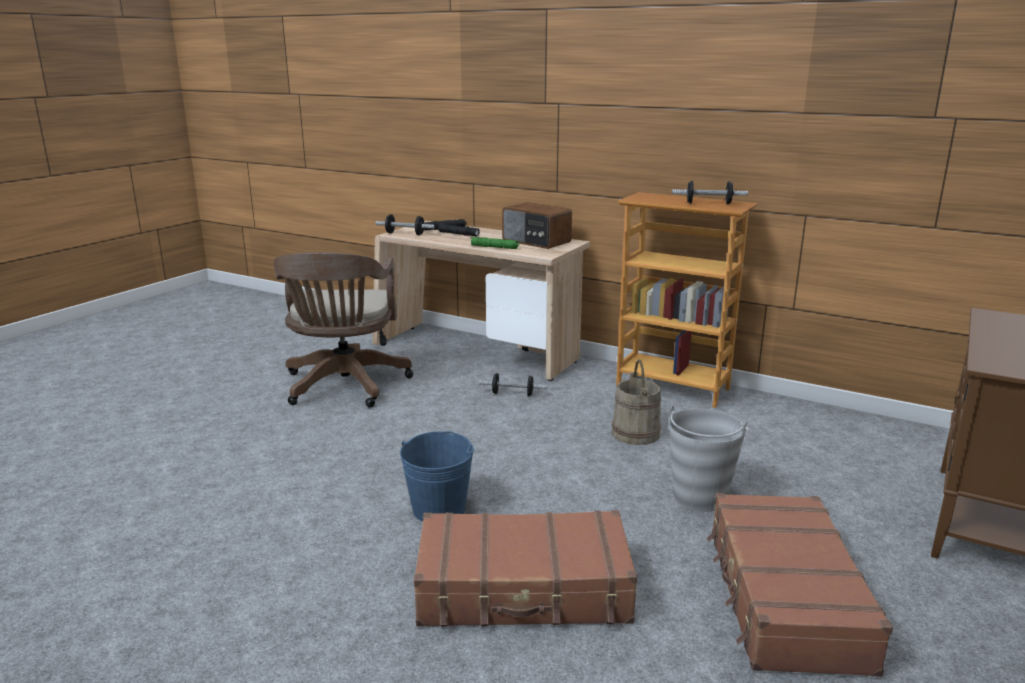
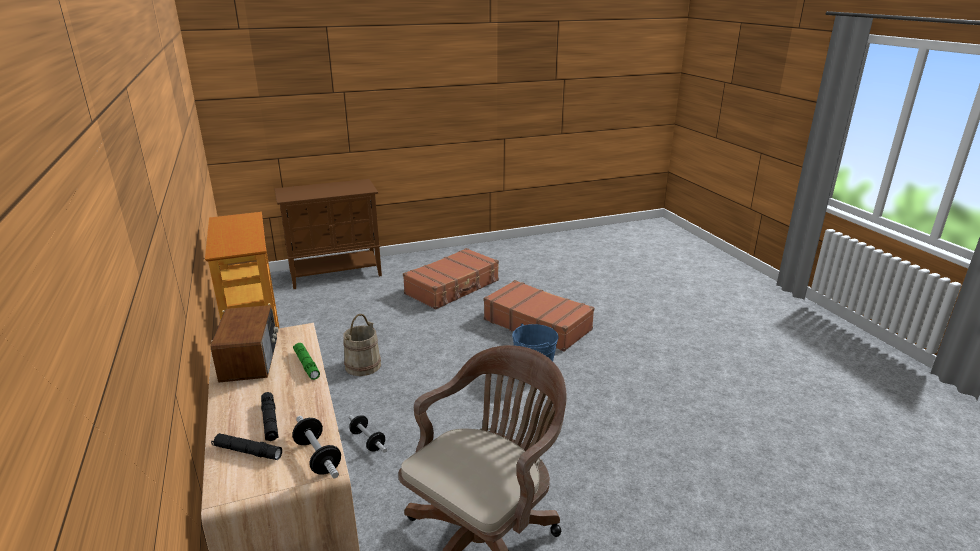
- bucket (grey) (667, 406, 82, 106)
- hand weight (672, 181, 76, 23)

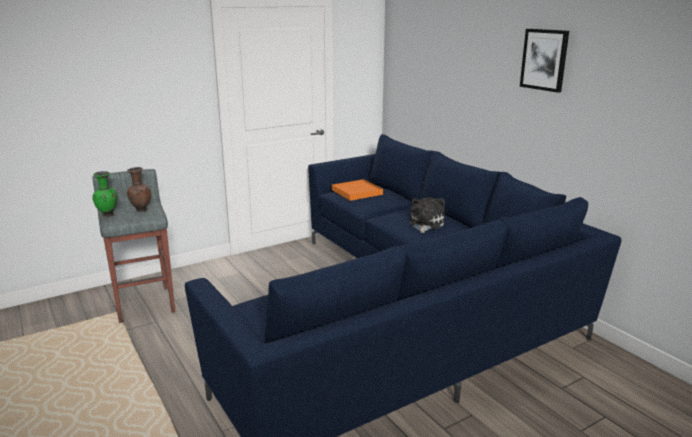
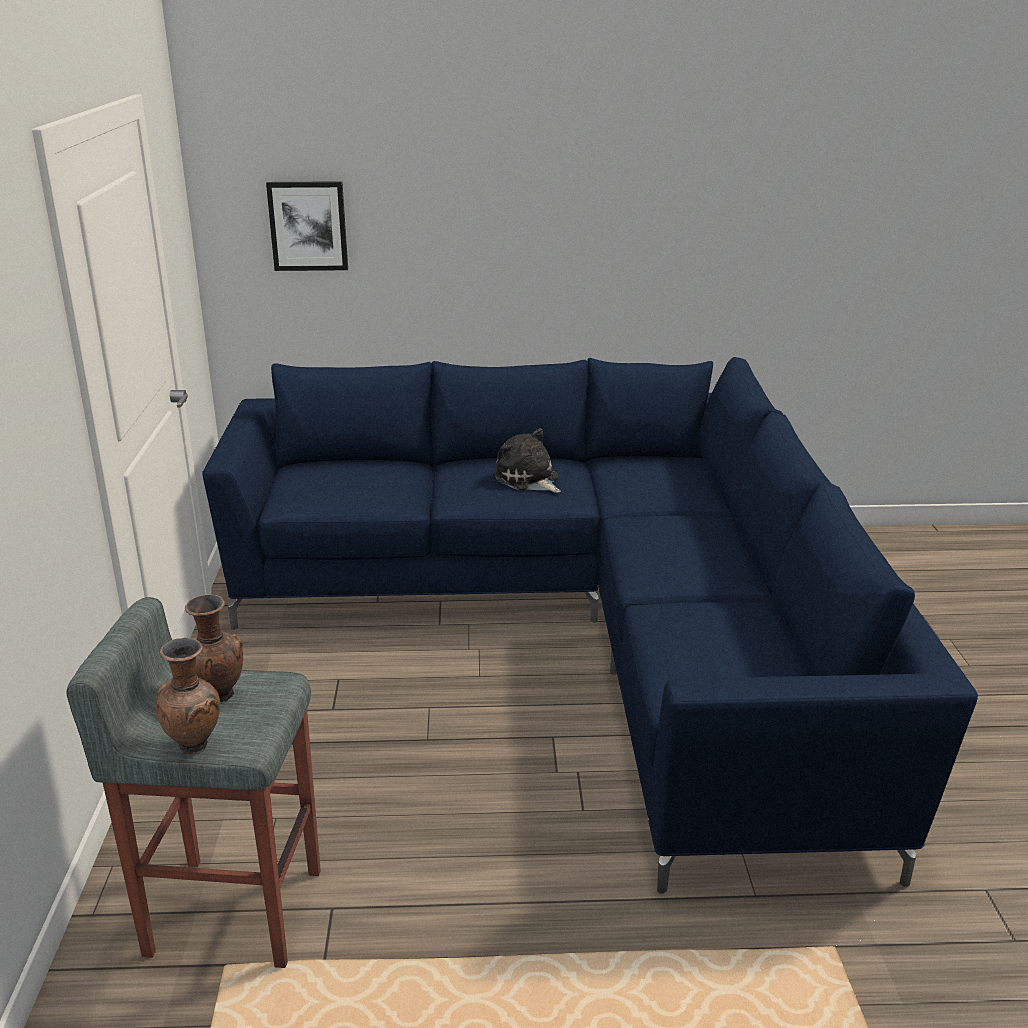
~ decorative vase (green-coloured) (92, 171, 26, 46) to decorative vase (brownish) (156, 637, 64, 117)
- serving tray (orange-coloured) (332, 179, 51, 22)
~ wall picture (520, 29, 49, 64) to (266, 181, 82, 90)

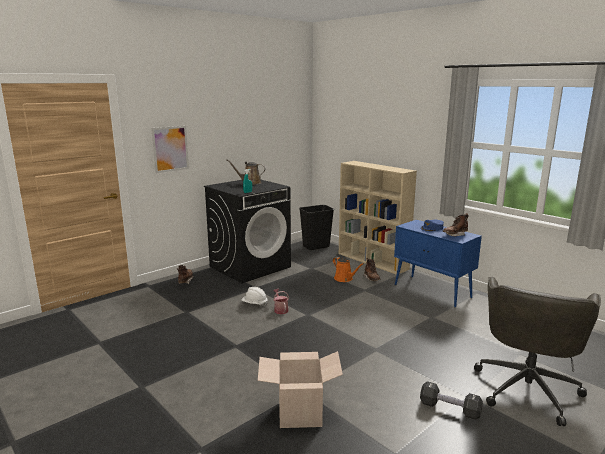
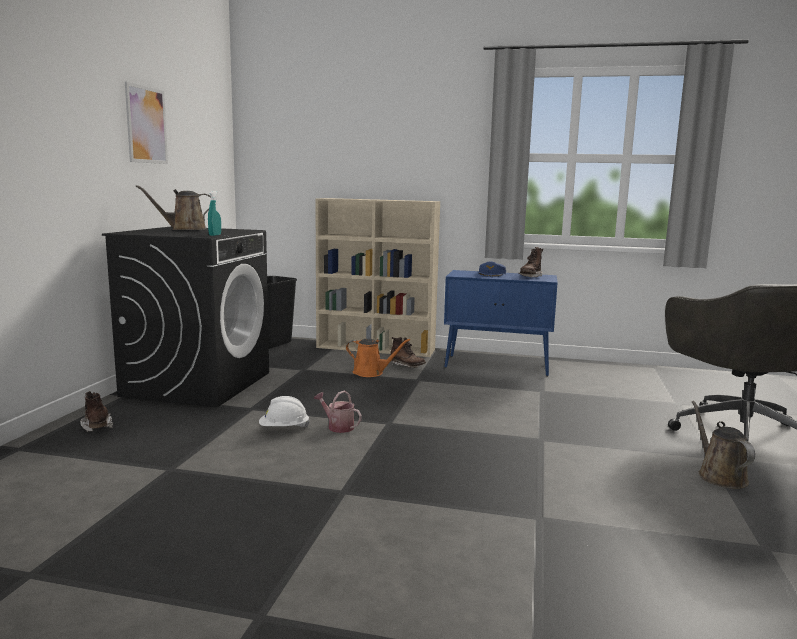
~ wall picture (151, 126, 38, 47) to (125, 82, 43, 82)
- cardboard box (258, 351, 85, 77)
~ hand weight (black-coloured) (420, 381, 63, 39) to watering pot (brownish) (692, 401, 63, 88)

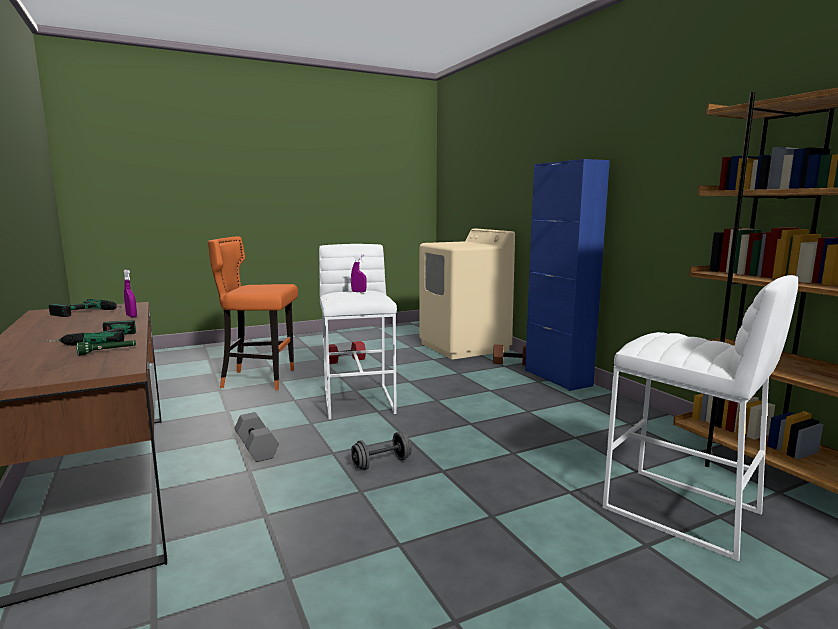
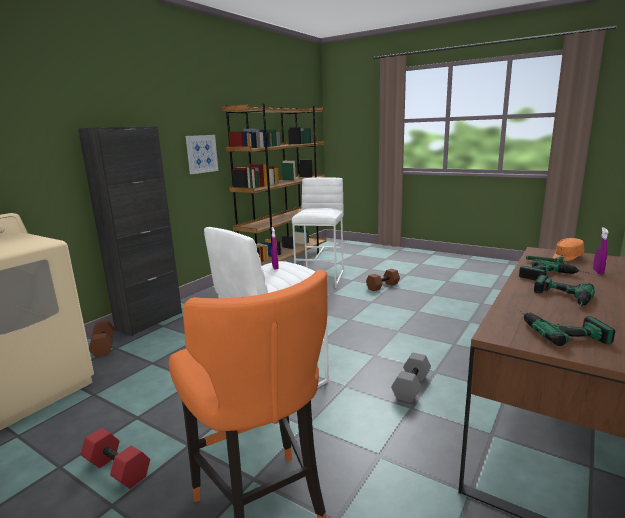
~ hand sprayer (purple-coloured) (124, 270, 13, 48) to (593, 227, 16, 47)
- hand weight (grey) (351, 432, 61, 38)
~ cabinet (blue) (525, 159, 85, 232) to cabinet (black-coloured) (78, 126, 104, 210)
+ wall picture (186, 135, 32, 39)
+ hand weight (brownish) (366, 269, 34, 22)
+ electric drill (534, 275, 61, 32)
+ cap (orange-coloured) (553, 238, 31, 23)

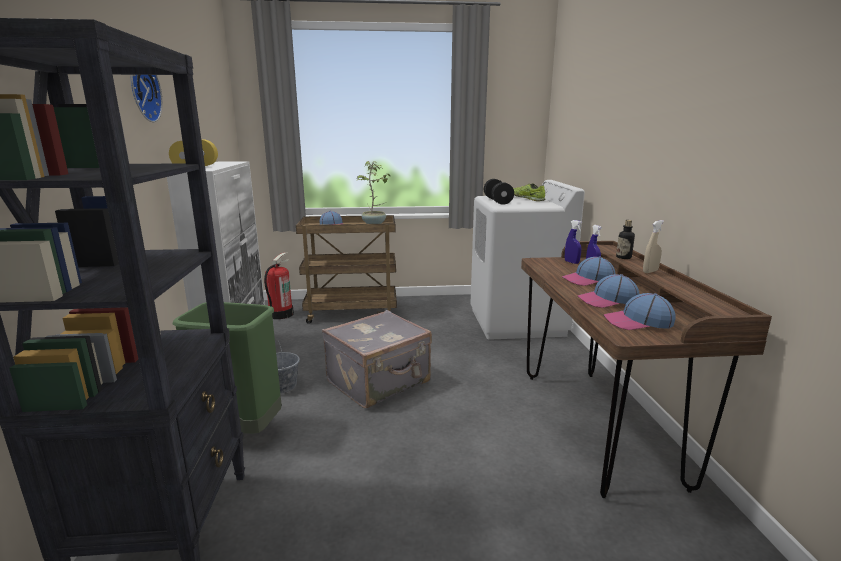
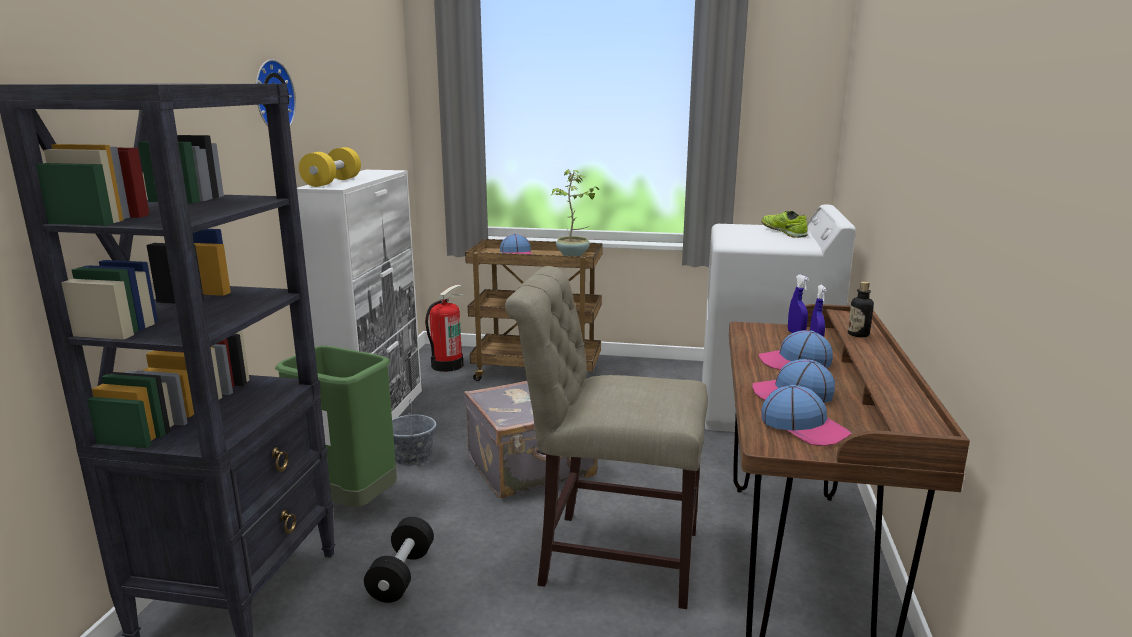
~ hand weight (black-coloured) (484, 179, 30, 26) to (364, 517, 70, 86)
~ cap (604, 293, 72, 37) = (761, 385, 91, 61) 150 degrees counterclockwise
- hand sprayer (beige-coloured) (643, 220, 21, 53)
+ plain chair (beige-coloured) (505, 266, 203, 343)

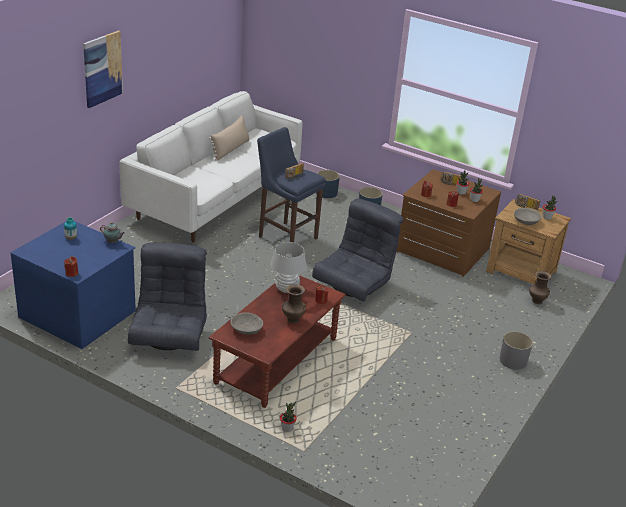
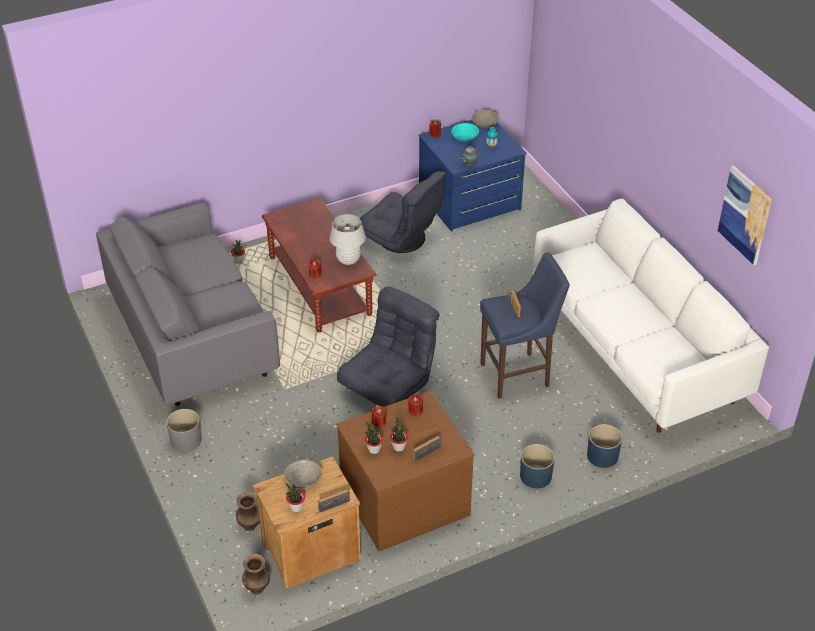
~ wall picture (83, 30, 40, 78) to (718, 165, 54, 100)
- pillow (beige-coloured) (209, 115, 40, 46)
~ deep dish (grey) (231, 312, 32, 23) to (471, 110, 28, 18)
~ decorative vase (brownish) (282, 284, 24, 39) to (242, 554, 28, 40)
~ easy chair (grey) (312, 199, 92, 103) = (337, 286, 103, 121) 120 degrees counterclockwise
+ sofa (grey) (96, 203, 184, 203)
+ deep dish (turquoise-coloured) (451, 123, 28, 19)

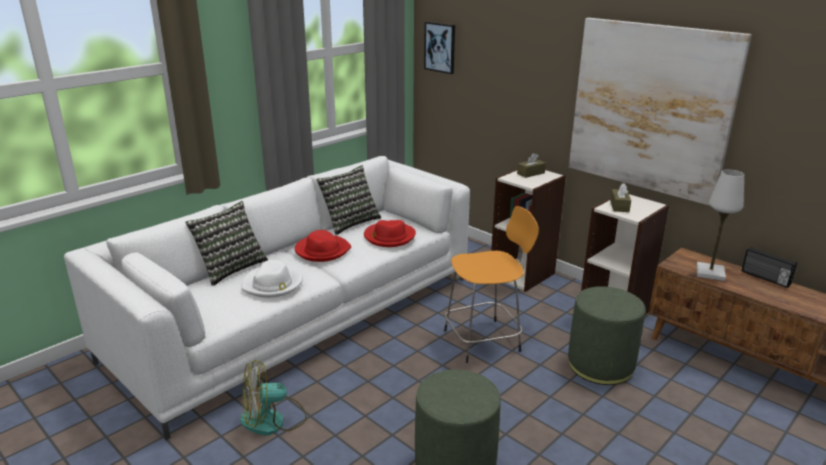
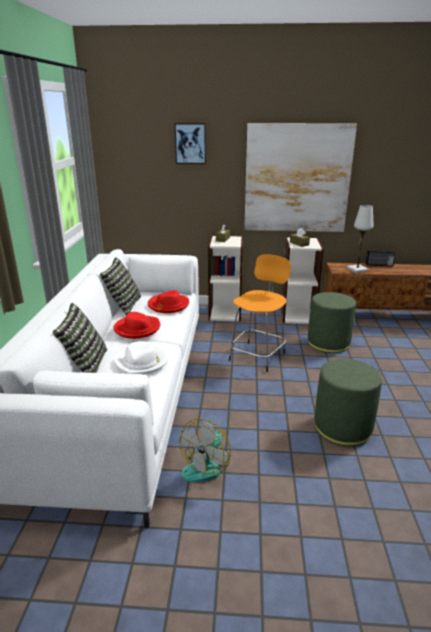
~ wall picture (424, 22, 31, 52) to (175, 123, 31, 41)

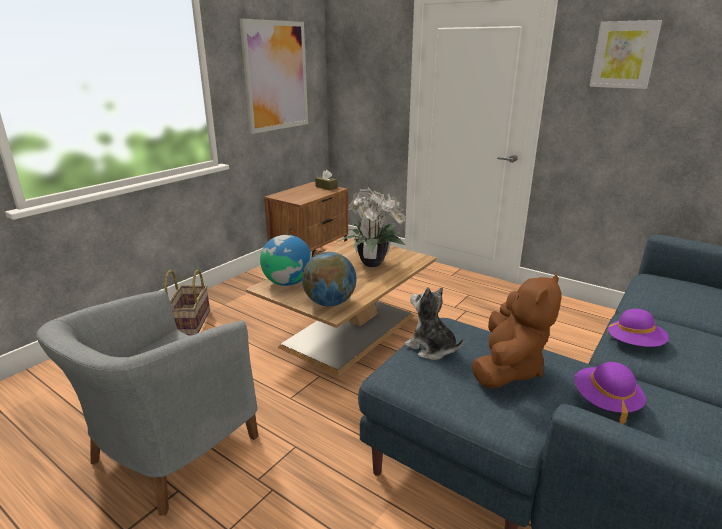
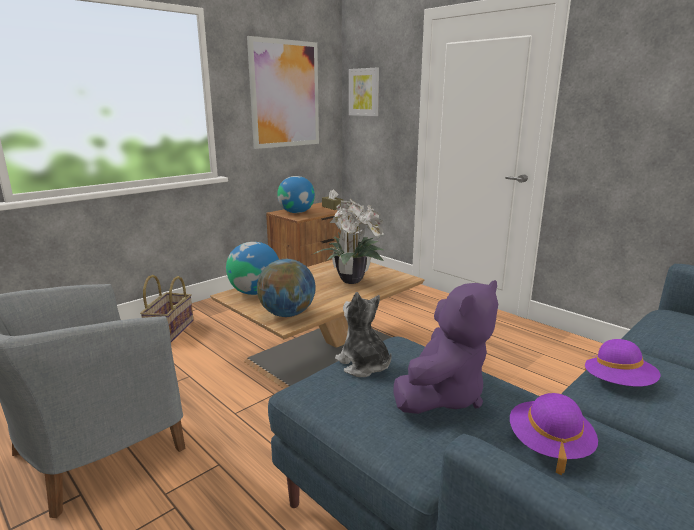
~ plush toy (brownish) (472, 274, 90, 114) to plush toy (purple-coloured) (393, 280, 105, 134)
~ wall picture (589, 20, 73, 69) to (349, 68, 30, 48)
+ desk globe (277, 176, 38, 37)

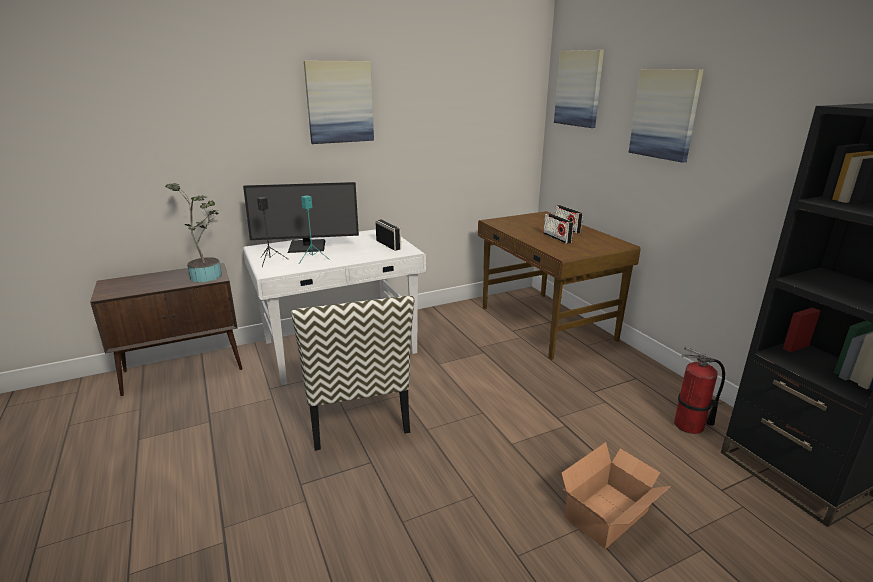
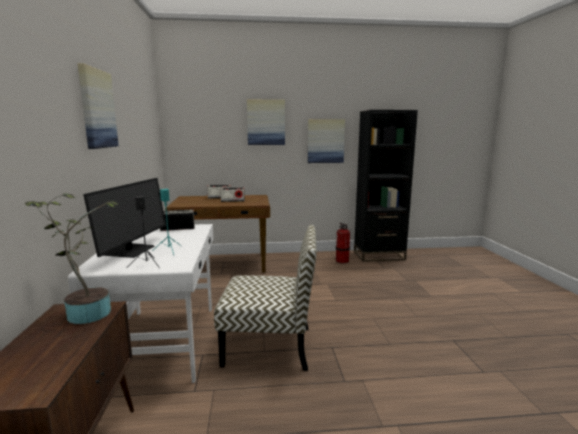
~ wall picture (554, 50, 50, 78) to (308, 119, 37, 44)
- cardboard box (561, 442, 110, 107)

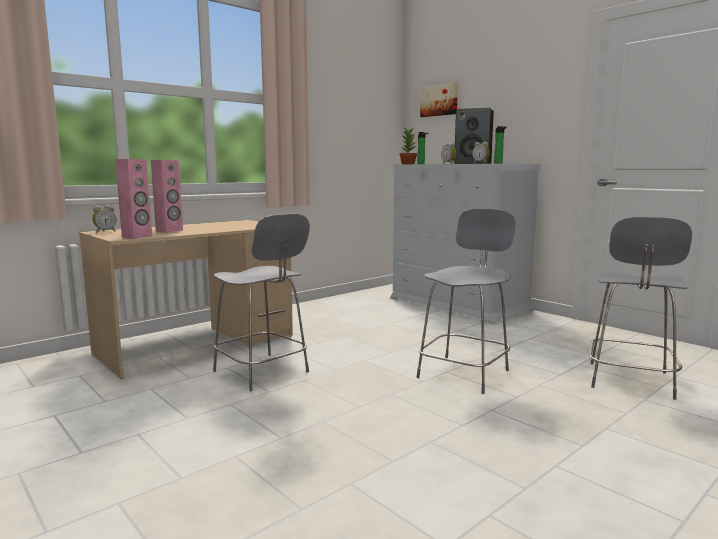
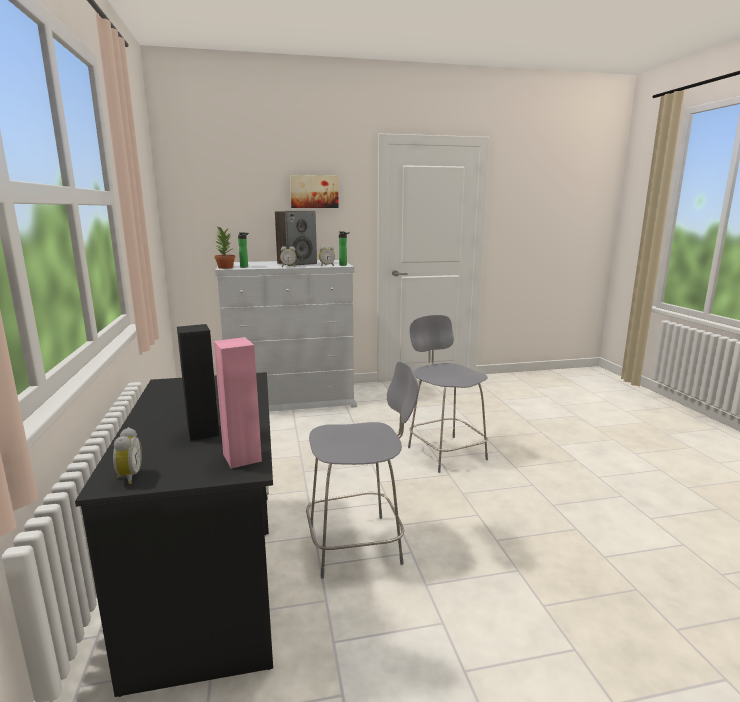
~ desk (beige-coloured) (79, 220, 214, 159) to desk (black-coloured) (75, 372, 198, 325)
~ audio speaker (pink) (151, 160, 32, 72) to audio speaker (black-coloured) (177, 324, 42, 117)
~ wall picture (420, 82, 38, 35) to (290, 175, 49, 33)
- plain chair (grey) (589, 217, 103, 183)

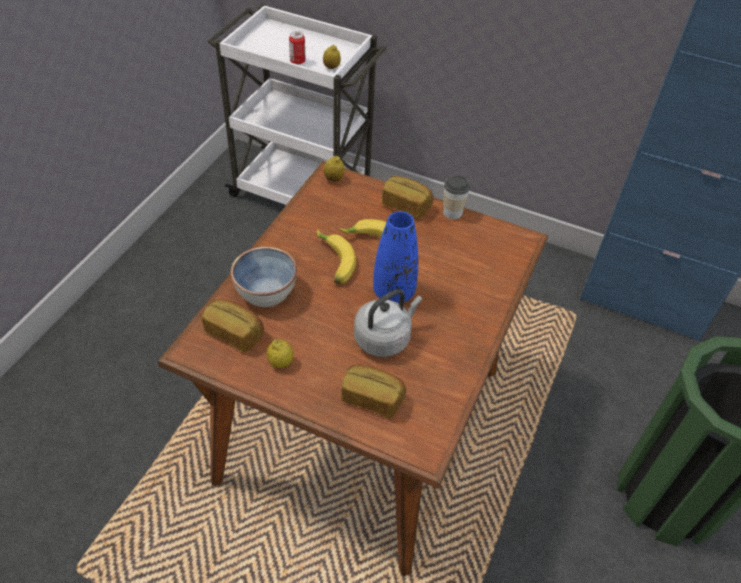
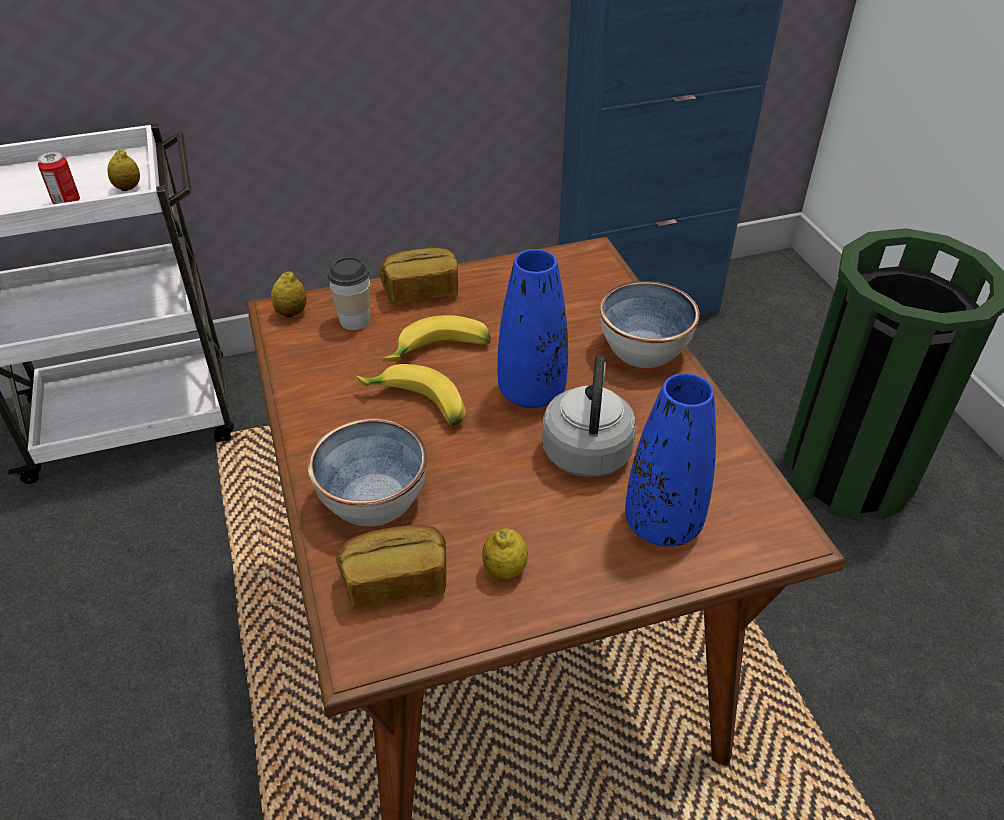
~ bakery bread (341, 364, 65, 54) to decorative vase (blue) (625, 373, 91, 174)
~ cup (443, 175, 27, 44) to (327, 257, 43, 73)
+ deep dish (600, 281, 99, 87)

